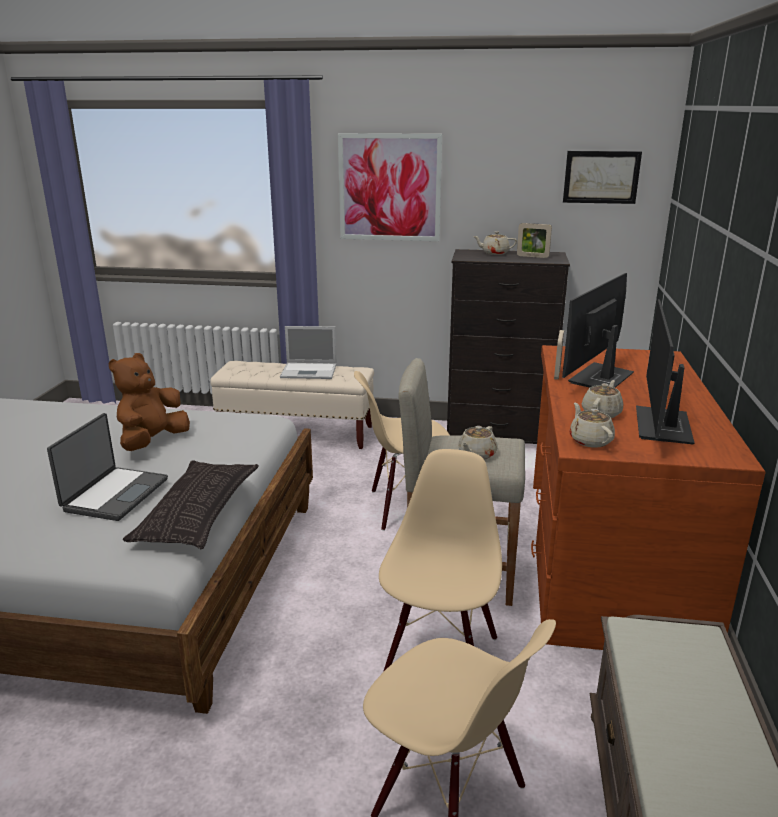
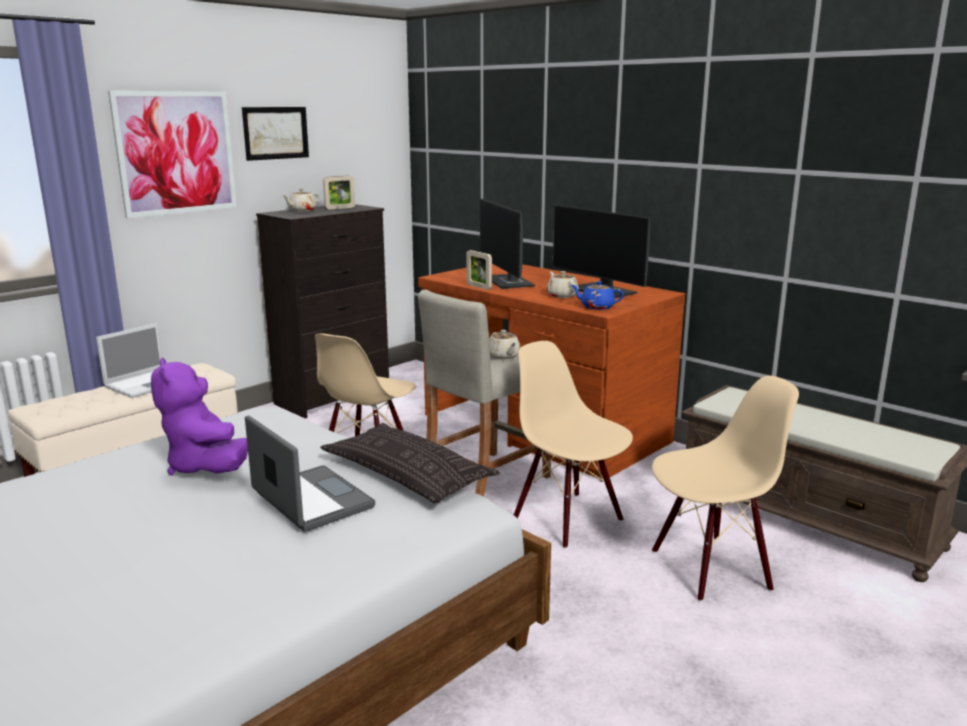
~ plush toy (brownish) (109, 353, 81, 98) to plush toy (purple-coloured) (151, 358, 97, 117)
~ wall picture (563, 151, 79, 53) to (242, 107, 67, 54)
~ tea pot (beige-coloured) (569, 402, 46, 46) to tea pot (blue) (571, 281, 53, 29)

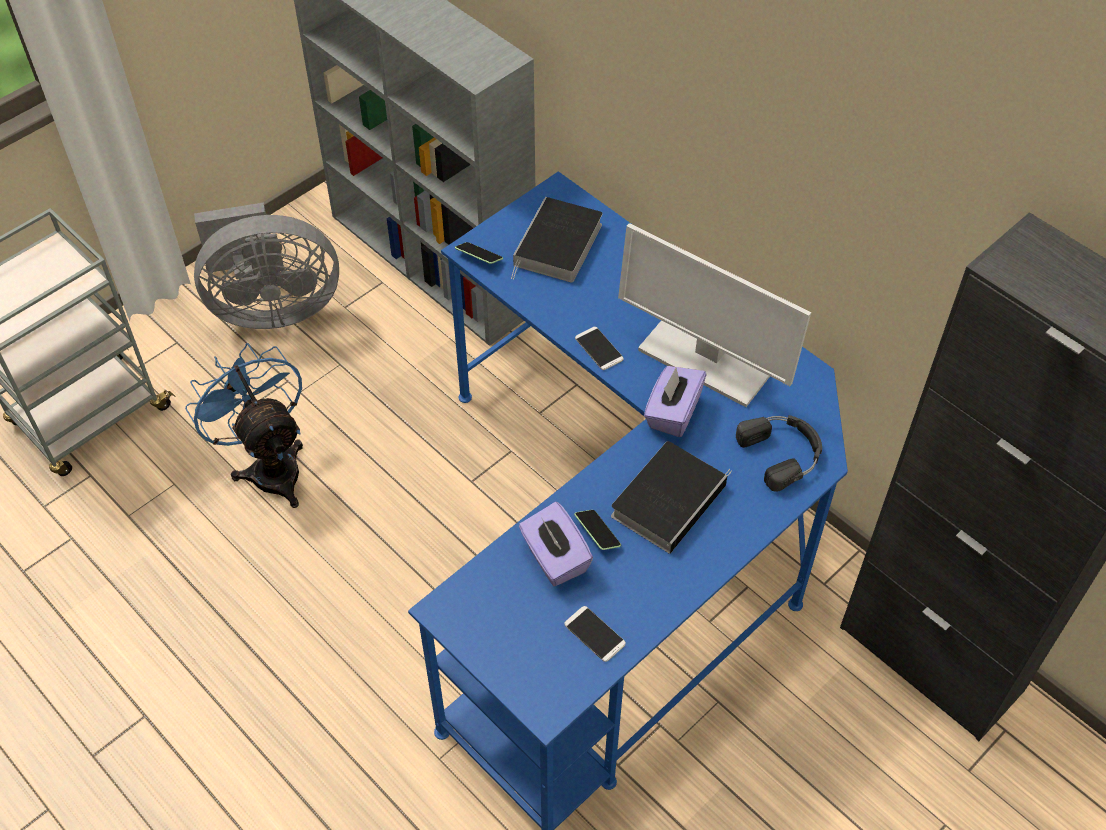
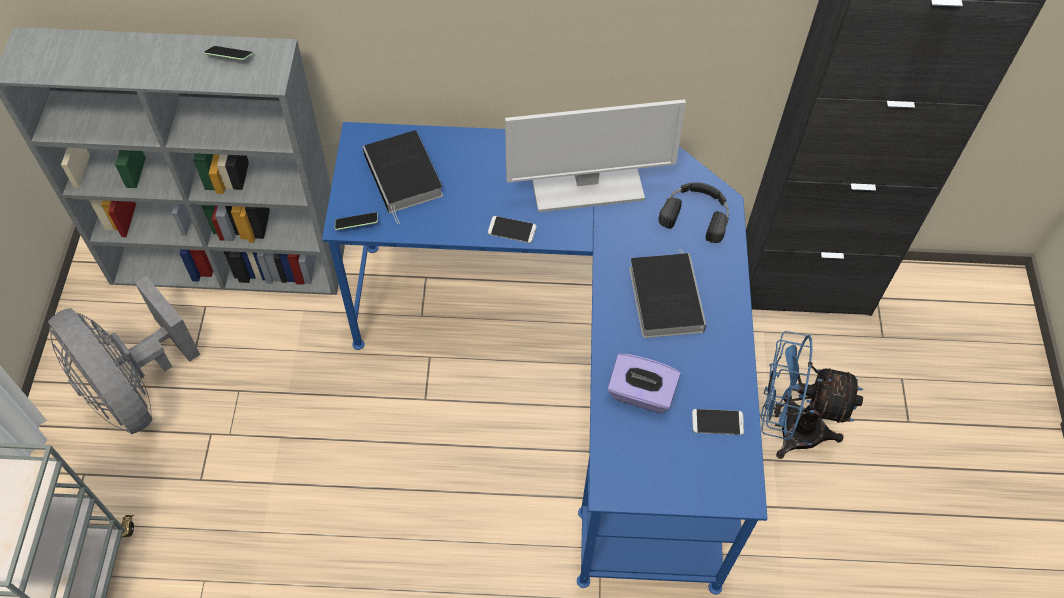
~ fan (blue) (185, 343, 118, 165) to (760, 331, 103, 128)
~ fan (grey) (194, 202, 145, 127) = (48, 276, 152, 158) 105 degrees clockwise
~ handset (574, 510, 47, 40) to (203, 46, 50, 14)
- tissue box (purple-coloured) (644, 366, 63, 71)

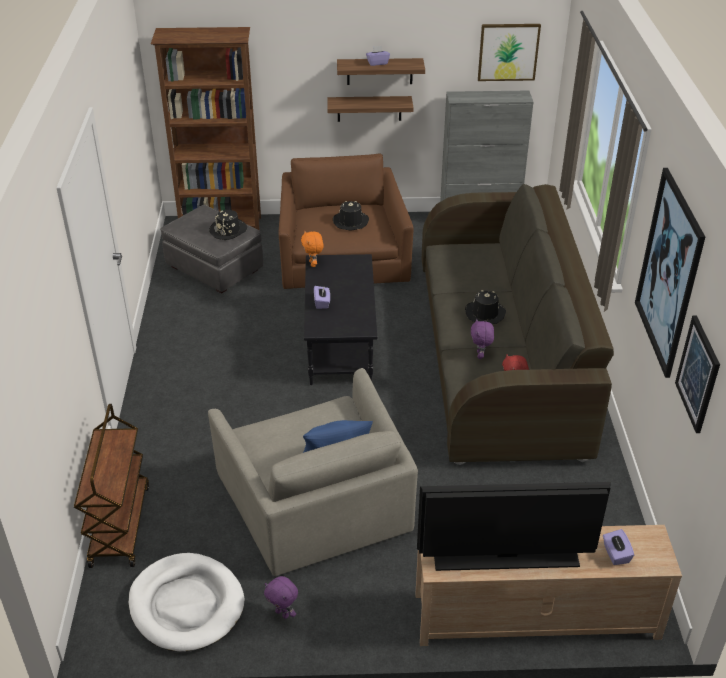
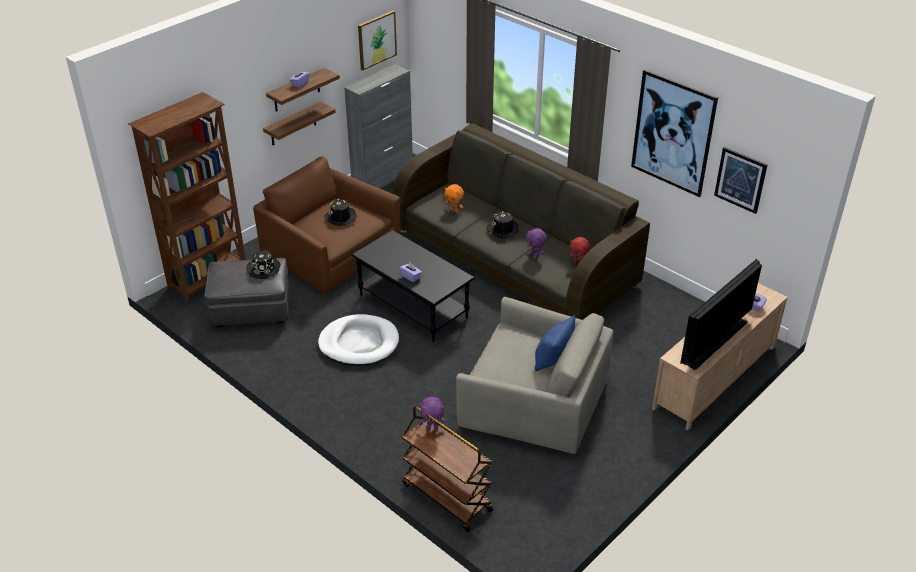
~ dog bed (whitish) (128, 553, 117, 99) to (318, 314, 81, 52)
~ plush toy (purple-coloured) (264, 576, 34, 43) to (419, 397, 27, 33)
~ plush toy (orange-coloured) (301, 231, 23, 36) to (444, 184, 20, 28)

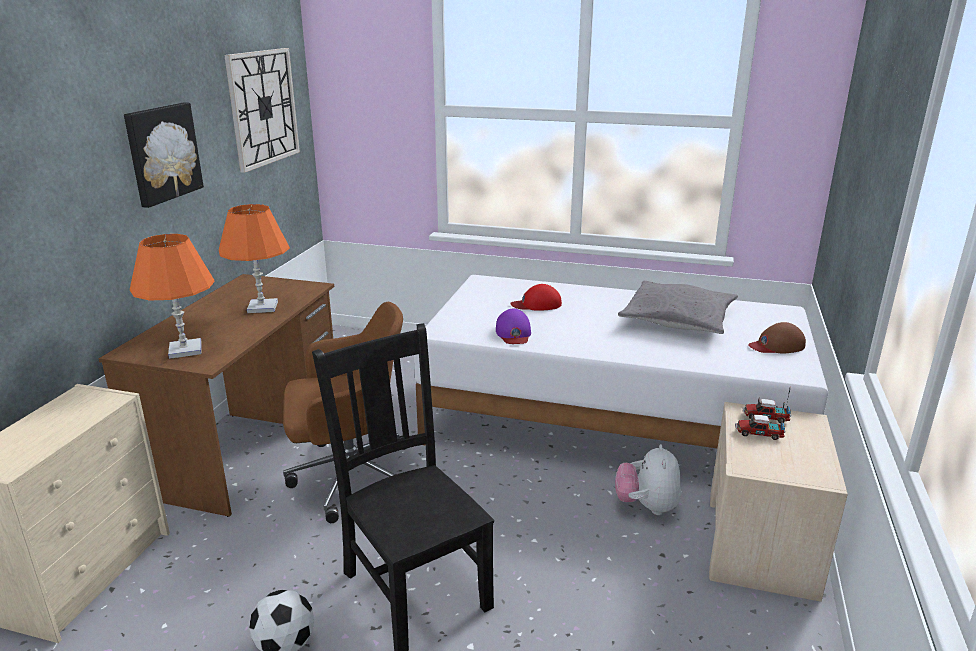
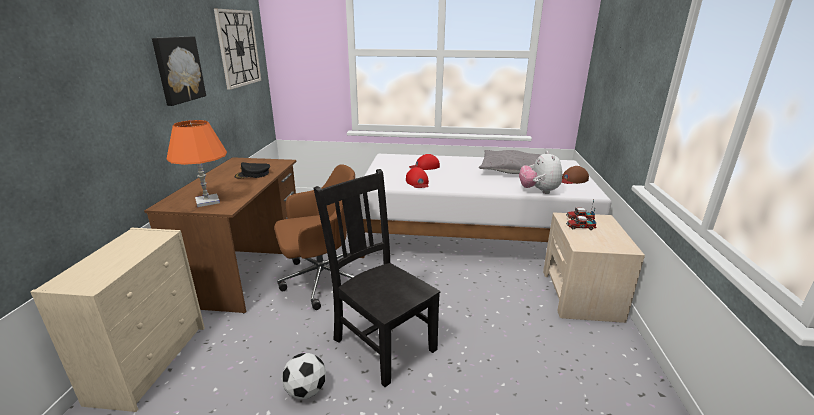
~ table lamp (orange-coloured) (219, 204, 71, 109) to cap (black-coloured) (235, 162, 35, 16)
~ cap (purple-coloured) (496, 308, 35, 36) to cap (red-coloured) (406, 167, 23, 21)
~ plush toy (615, 444, 66, 71) to (519, 151, 43, 43)

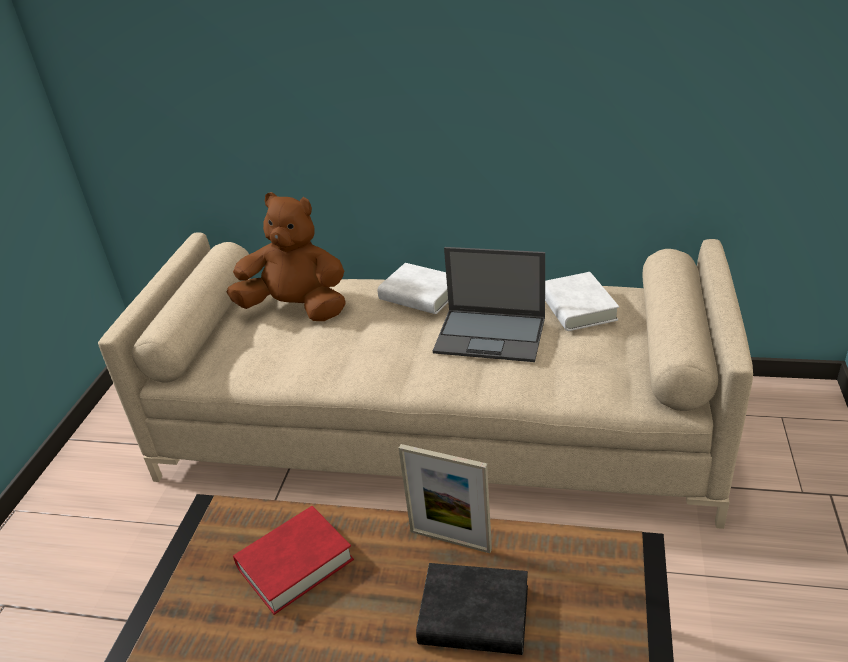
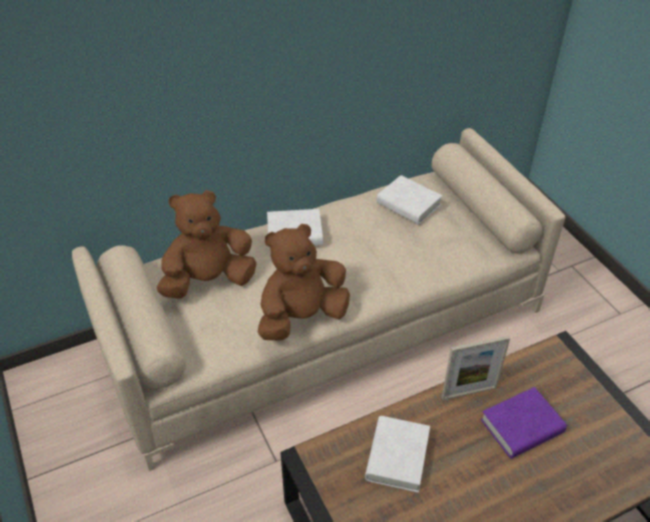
~ bound book (red-coloured) (233, 506, 121, 109) to bound book (whitish) (365, 416, 65, 77)
~ bound book (black-coloured) (416, 563, 112, 92) to bound book (purple-coloured) (481, 387, 86, 72)
- notebook computer (433, 247, 112, 115)
+ plush toy (brownish) (258, 224, 92, 117)

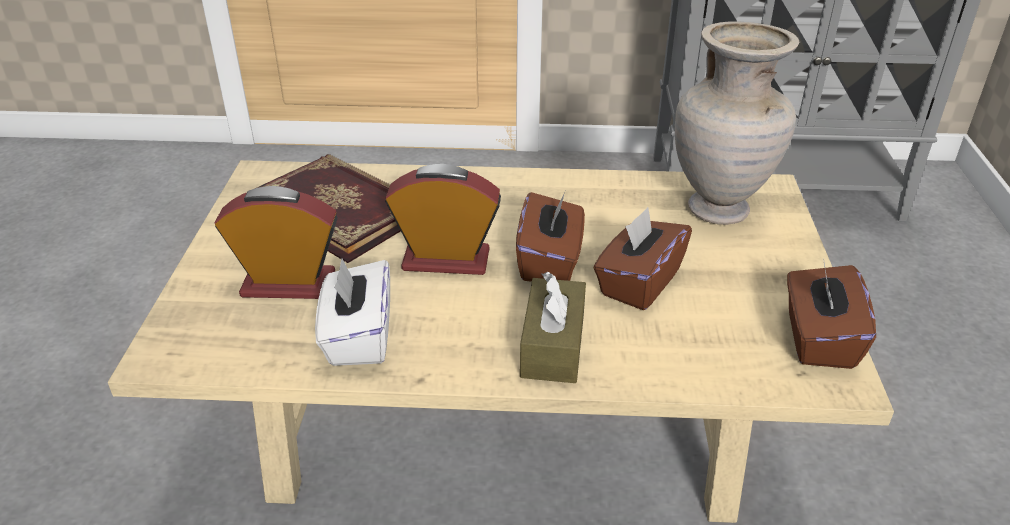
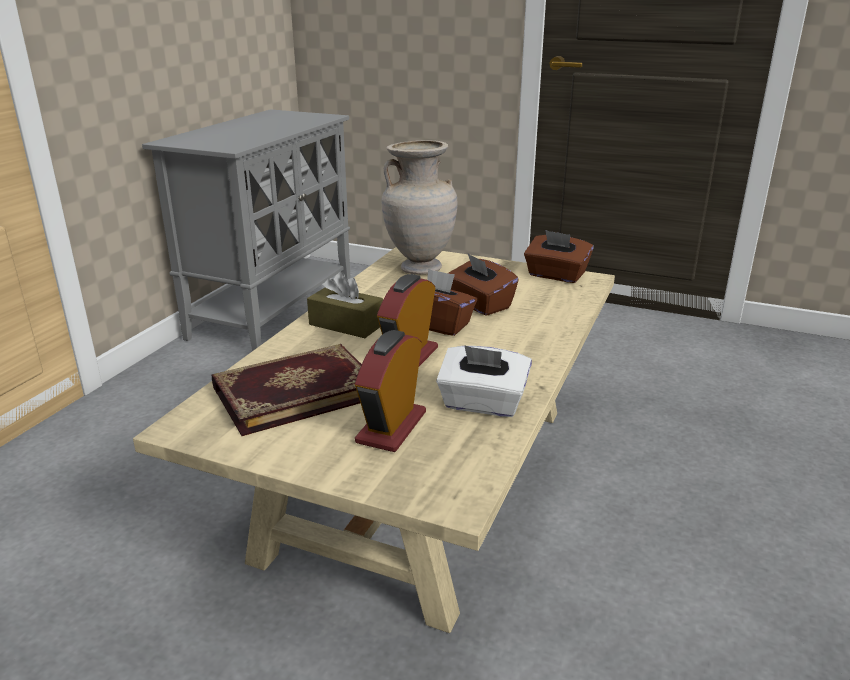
~ tissue box (brownish) (520, 272, 66, 111) to (307, 272, 76, 66)

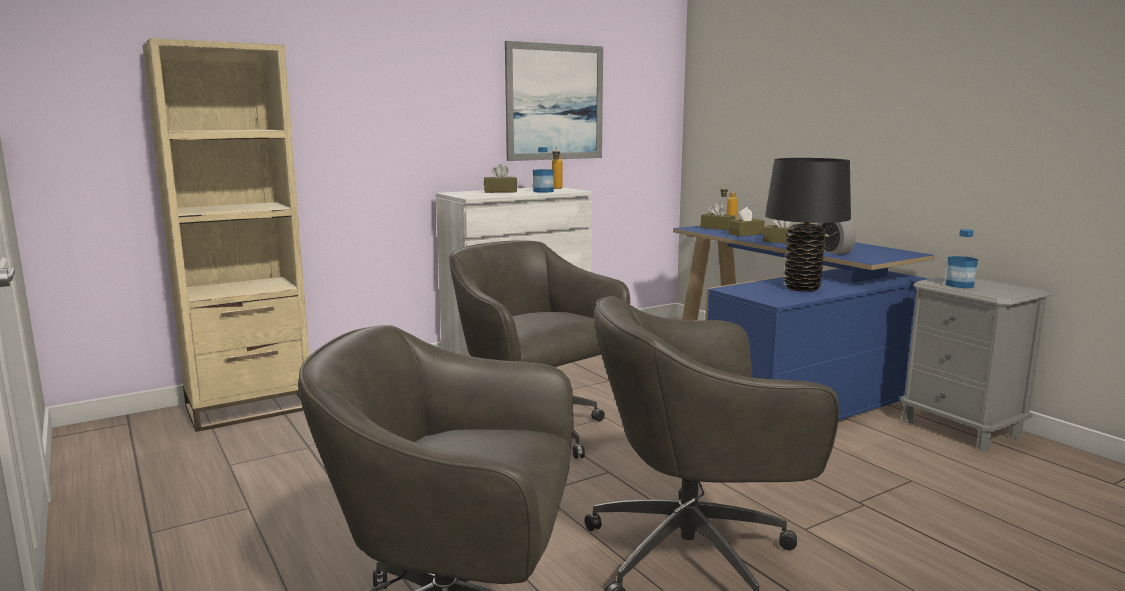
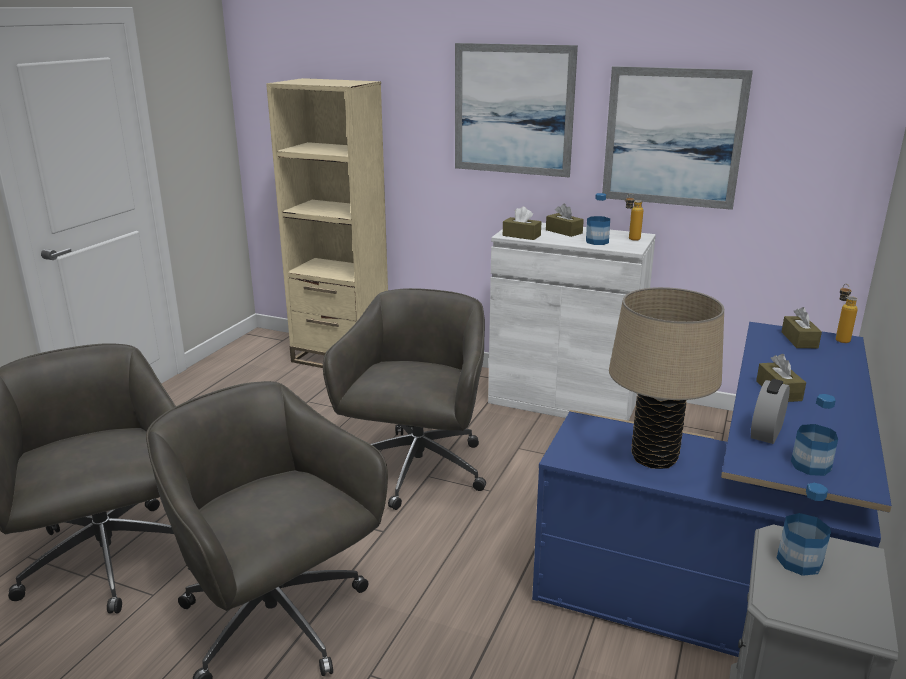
~ tissue box (brownish) (728, 207, 37, 29) to (503, 207, 38, 33)
~ table lamp (black-coloured) (765, 158, 86, 134) to table lamp (beige-coloured) (609, 287, 115, 182)
+ wall picture (455, 43, 123, 134)
+ beverage bottle (791, 394, 47, 82)

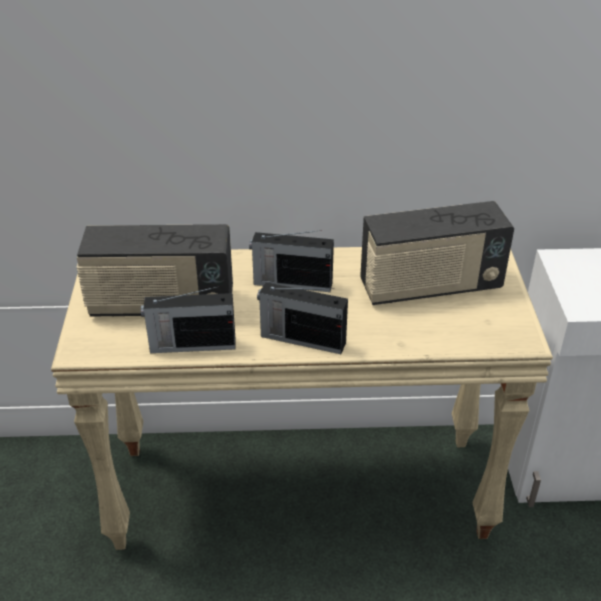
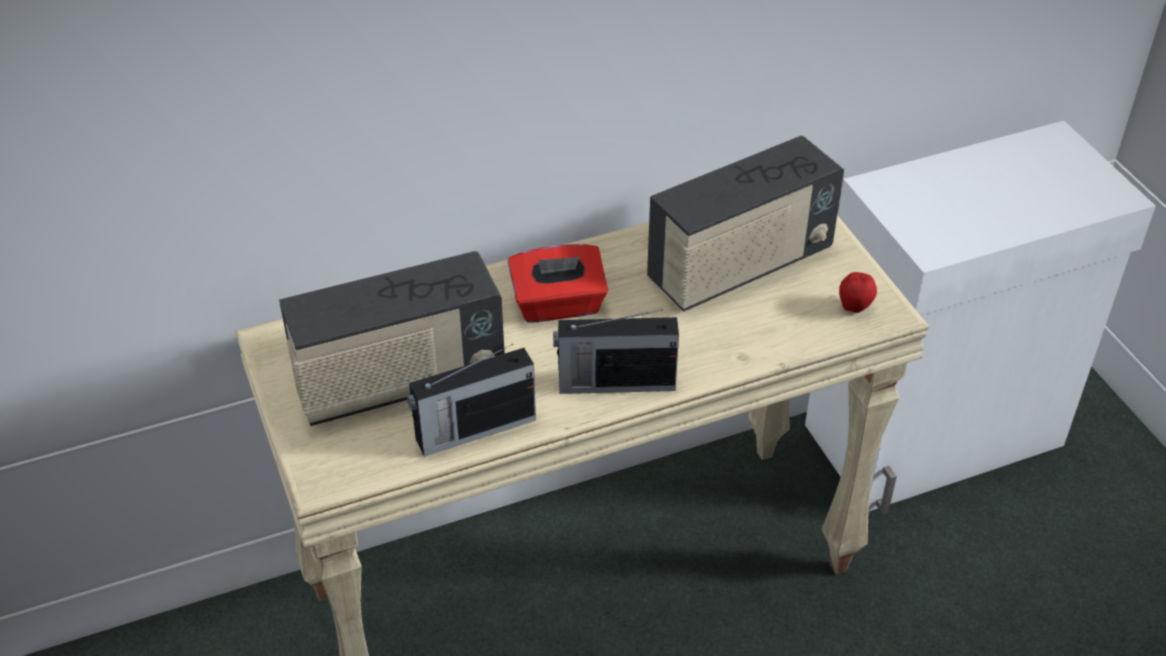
~ radio (249, 230, 85, 62) to tissue box (red-coloured) (508, 244, 100, 79)
+ whole apple (839, 272, 38, 41)

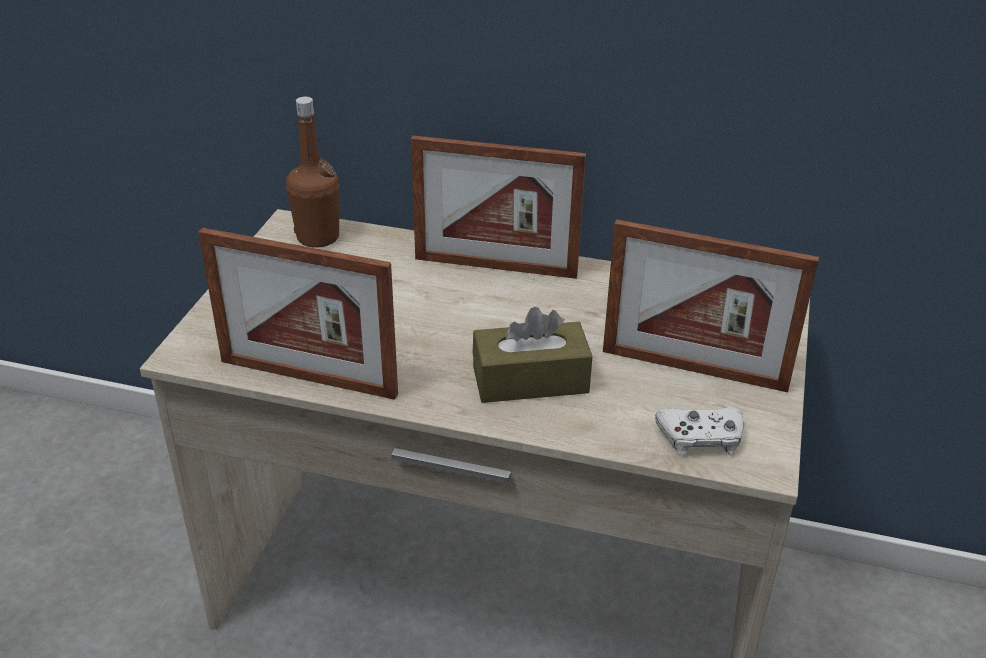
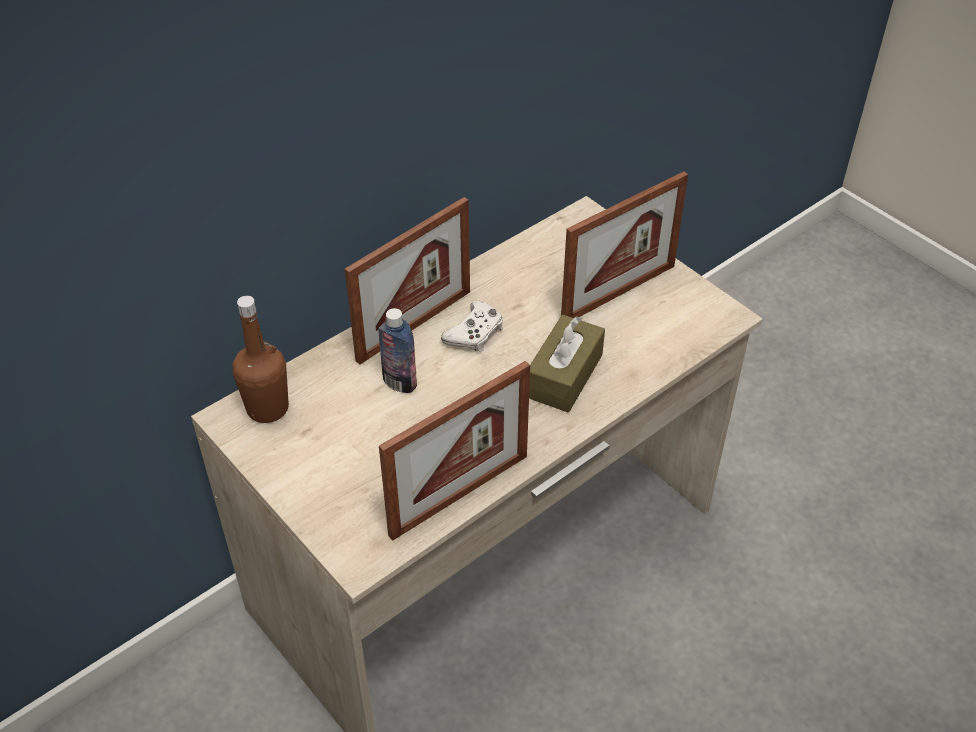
~ gamepad (whitish) (655, 407, 89, 49) to (441, 301, 62, 51)
+ beverage bottle (378, 308, 39, 85)

